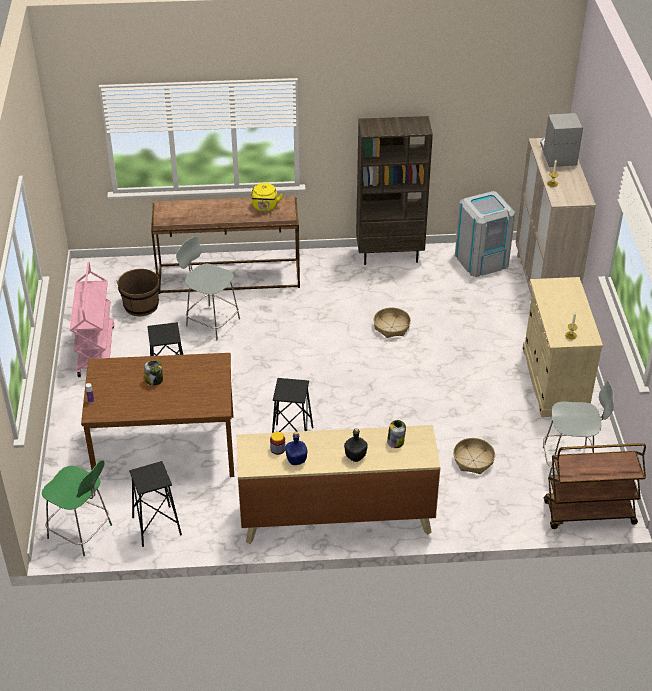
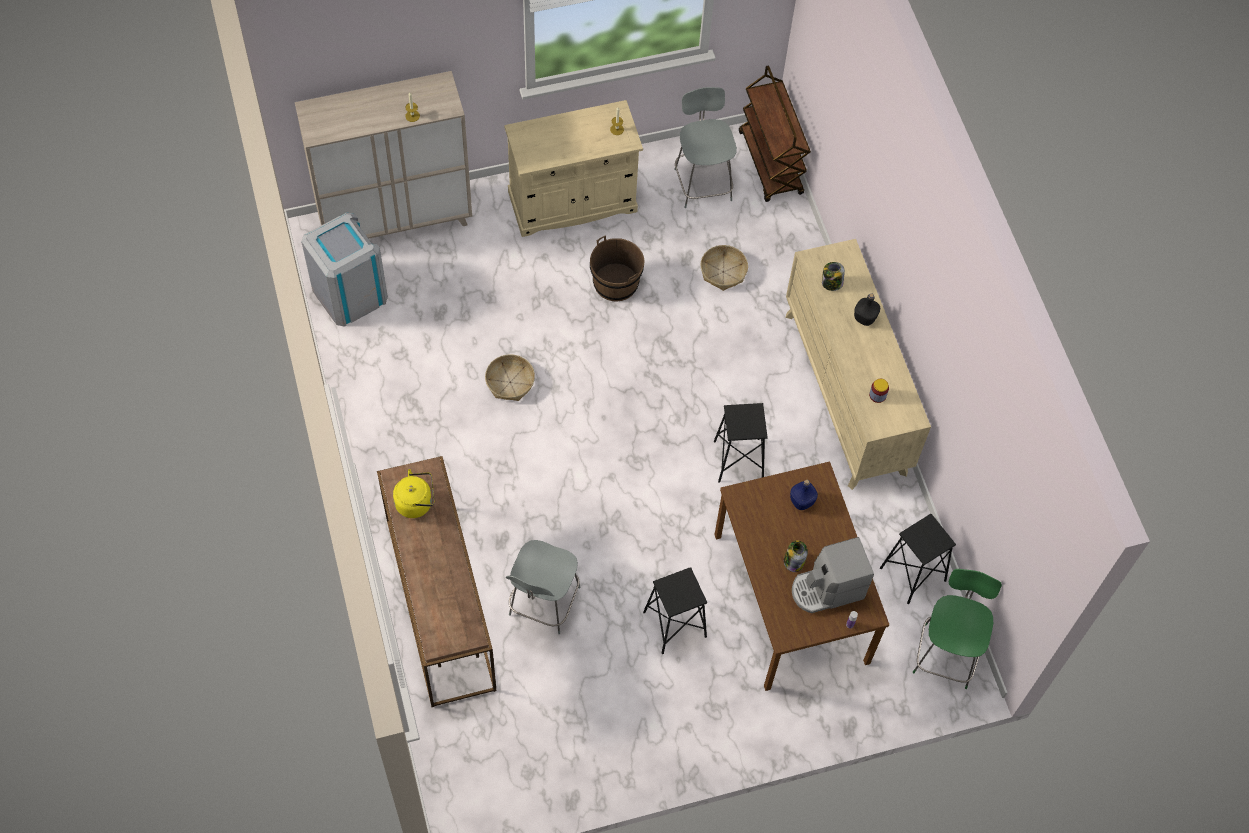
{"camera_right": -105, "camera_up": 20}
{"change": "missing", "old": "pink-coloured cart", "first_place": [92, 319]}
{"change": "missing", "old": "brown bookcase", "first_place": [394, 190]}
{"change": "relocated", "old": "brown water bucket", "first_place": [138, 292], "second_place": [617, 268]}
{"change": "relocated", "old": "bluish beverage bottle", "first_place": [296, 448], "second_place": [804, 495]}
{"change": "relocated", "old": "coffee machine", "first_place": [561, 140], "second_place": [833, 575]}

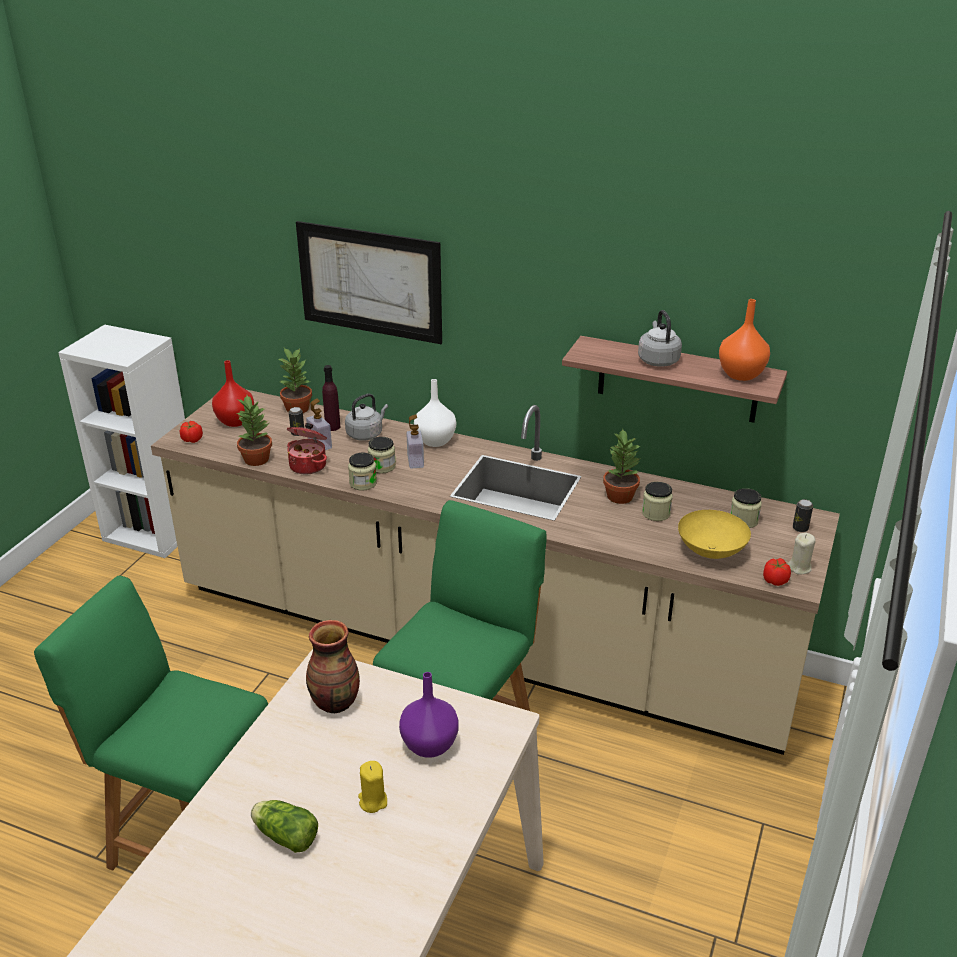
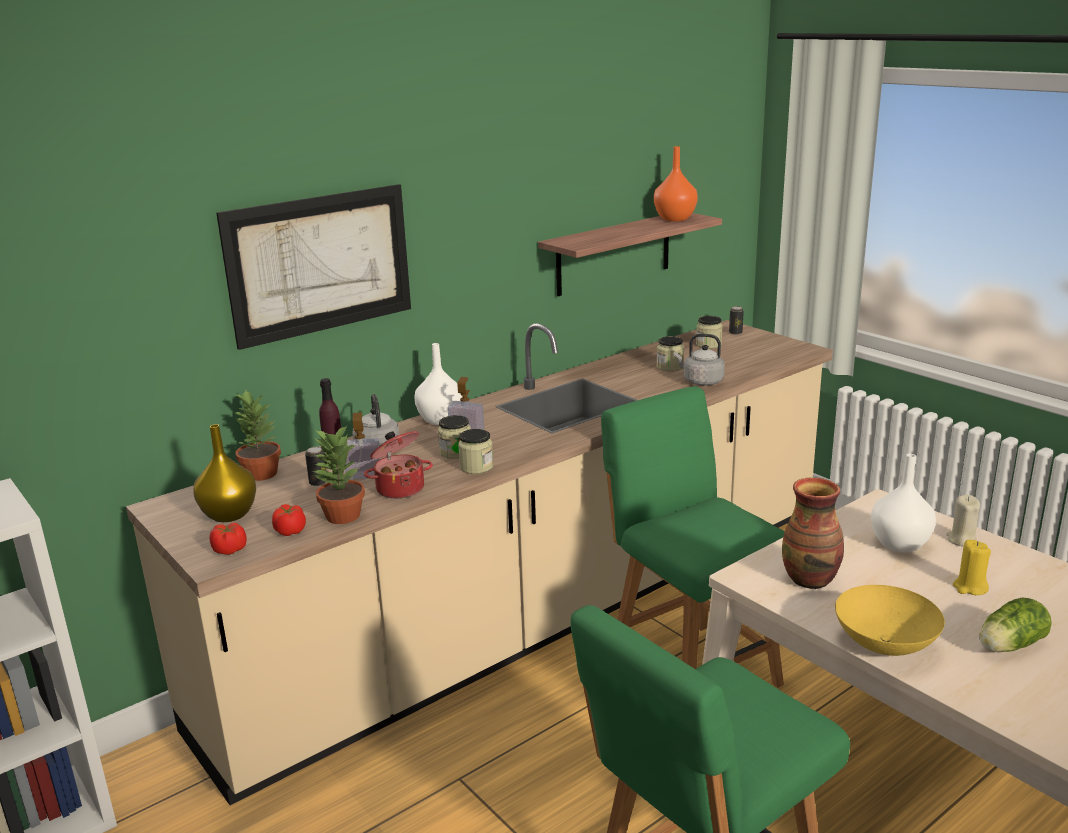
{"camera_right": -60, "camera_up": -10}
{"change": "missing", "old": "houseplant", "first_place": [622, 466]}
{"change": "relocated", "old": "gray kettle", "first_place": [660, 338], "second_place": [699, 360]}
{"change": "relocated", "old": "yellowish bowl", "first_place": [714, 534], "second_place": [890, 620]}
{"change": "relocated", "old": "tomato", "first_place": [777, 572], "second_place": [289, 520]}
{"change": "relocated", "old": "sand-coloured wax light", "first_place": [801, 553], "second_place": [963, 521]}
{"change": "colour", "old": "red flower vase", "new": "yellowish flower vase", "first_place": [233, 393], "second_place": [224, 473]}
{"change": "colour", "old": "purple flower vase", "new": "white-coloured flower vase", "first_place": [429, 715], "second_place": [903, 503]}

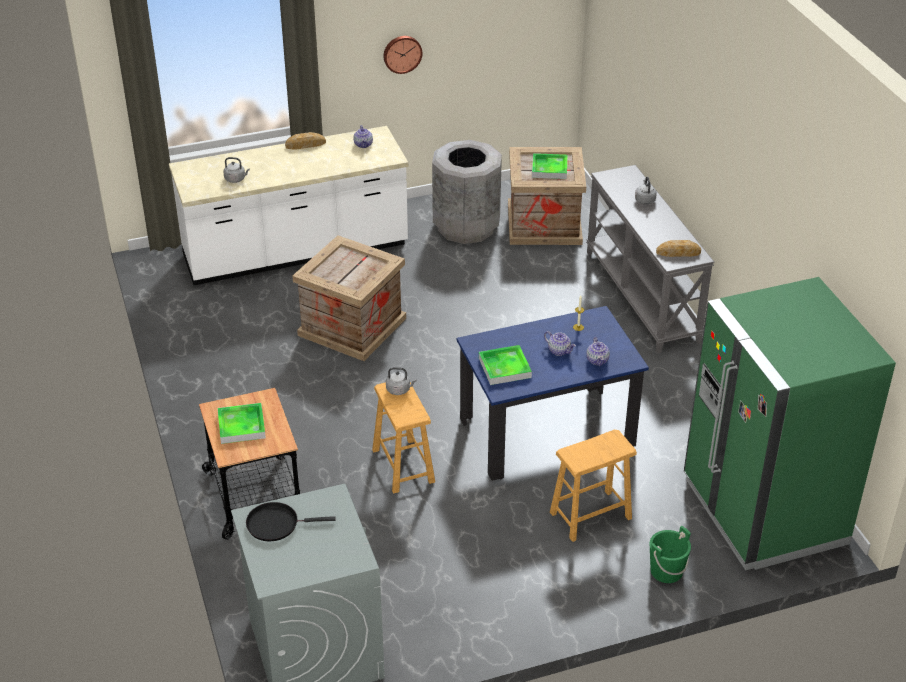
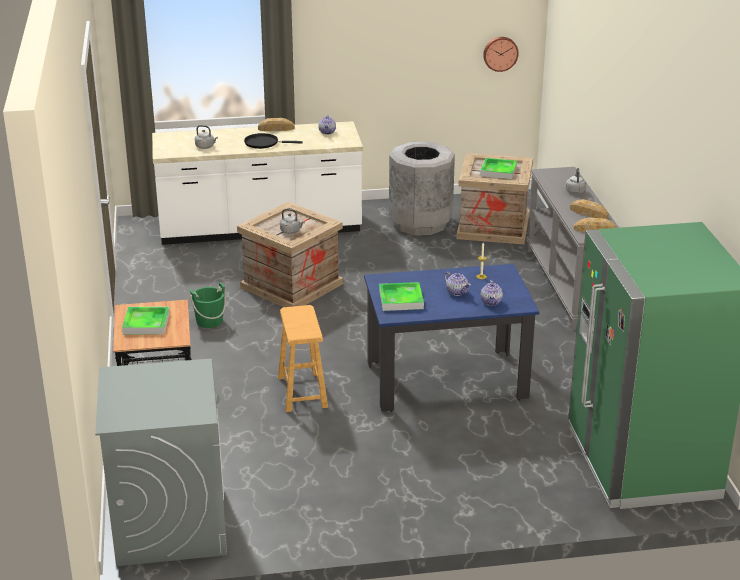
{"camera_right": 10, "camera_up": -10}
{"change": "missing", "old": "brown sitting stool", "first_place": [593, 486]}
{"change": "appeared", "new": "baked bread", "second_place": [589, 209]}
{"change": "relocated", "old": "black frying pan", "first_place": [291, 521], "second_place": [273, 141]}
{"change": "relocated", "old": "hanging clock", "first_place": [402, 55], "second_place": [501, 54]}
{"change": "relocated", "old": "gray kettle", "first_place": [401, 381], "second_place": [292, 221]}
{"change": "relocated", "old": "greenish water bucket", "first_place": [670, 554], "second_place": [208, 305]}

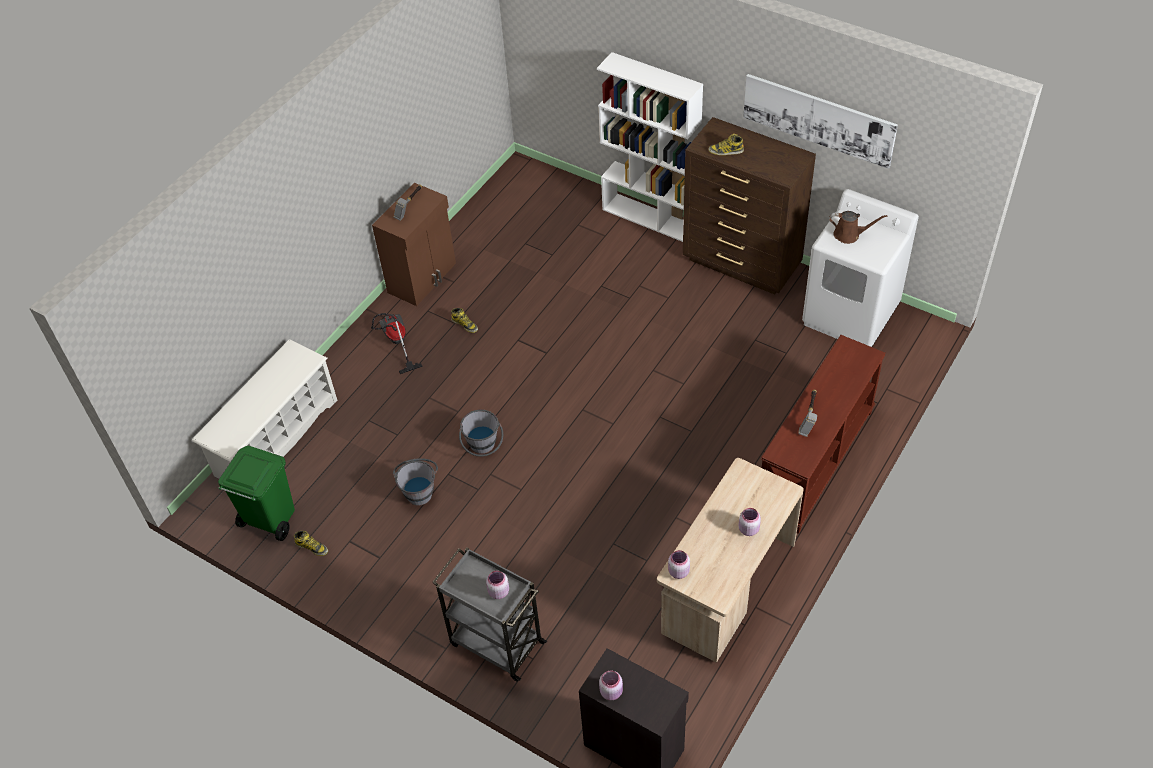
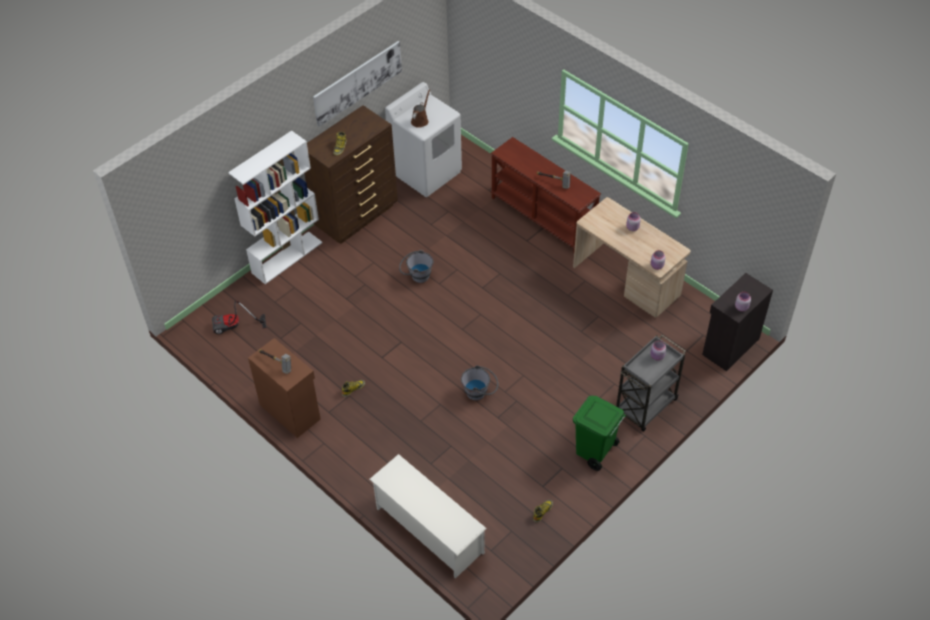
{"camera_right": -80, "camera_up": 0}
{"change": "relocated", "old": "greenish rubbish bin", "first_place": [256, 493], "second_place": [599, 433]}
{"change": "relocated", "old": "vacuum", "first_place": [397, 343], "second_place": [239, 317]}
{"change": "relocated", "old": "gray water bucket", "first_place": [415, 482], "second_place": [416, 266]}

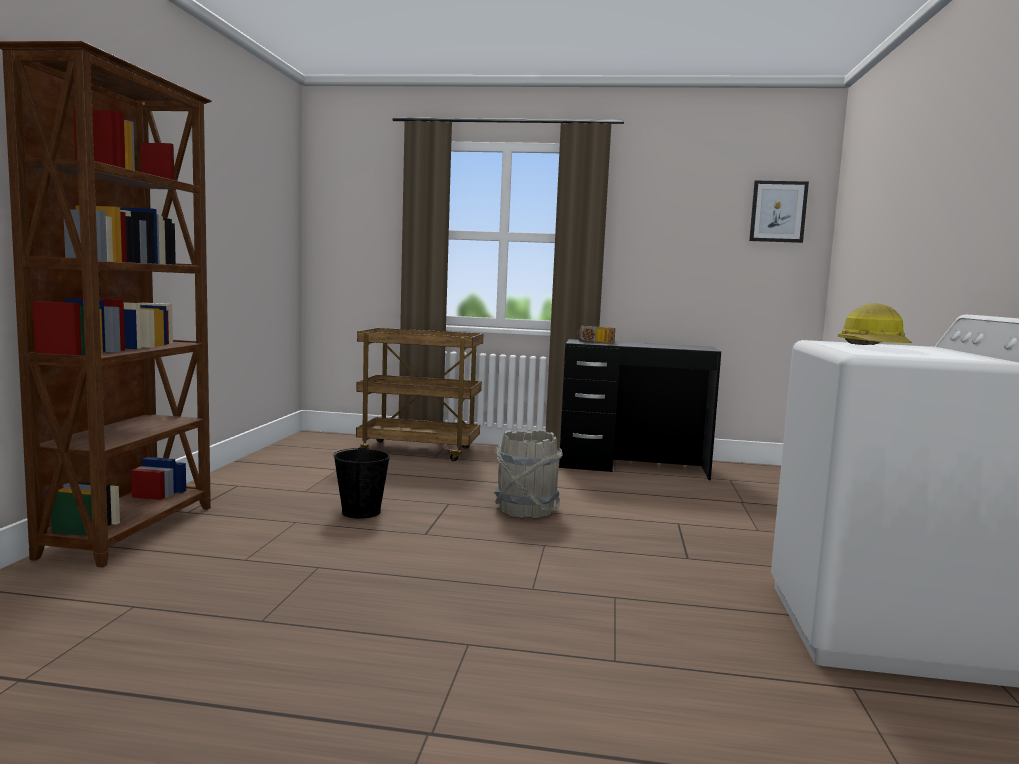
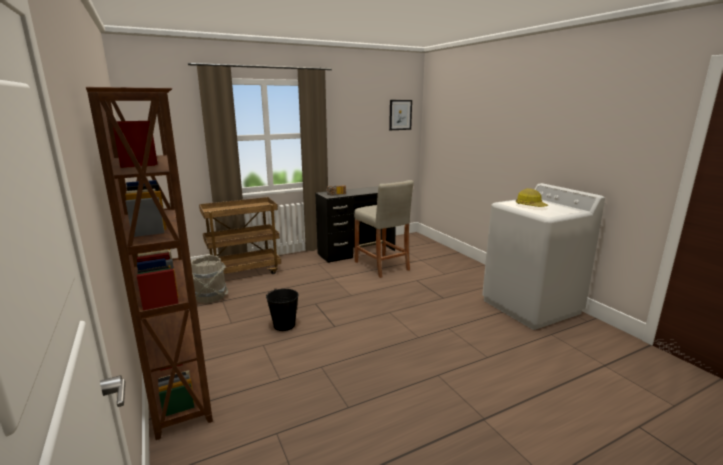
{"camera_right": -35, "camera_up": 10}
{"change": "appeared", "new": "sand-coloured sitting stool", "second_place": [384, 229]}
{"change": "relocated", "old": "gray water bucket", "first_place": [528, 474], "second_place": [209, 279]}

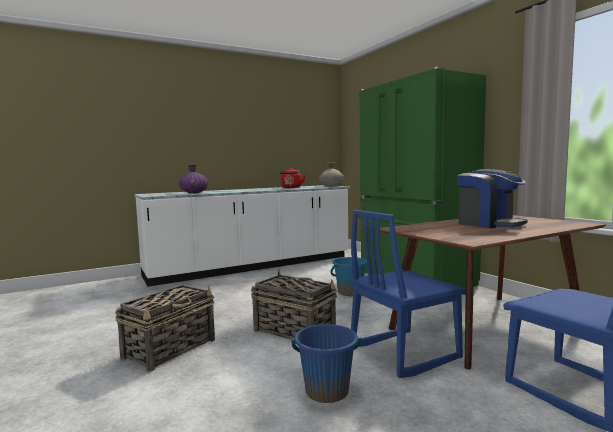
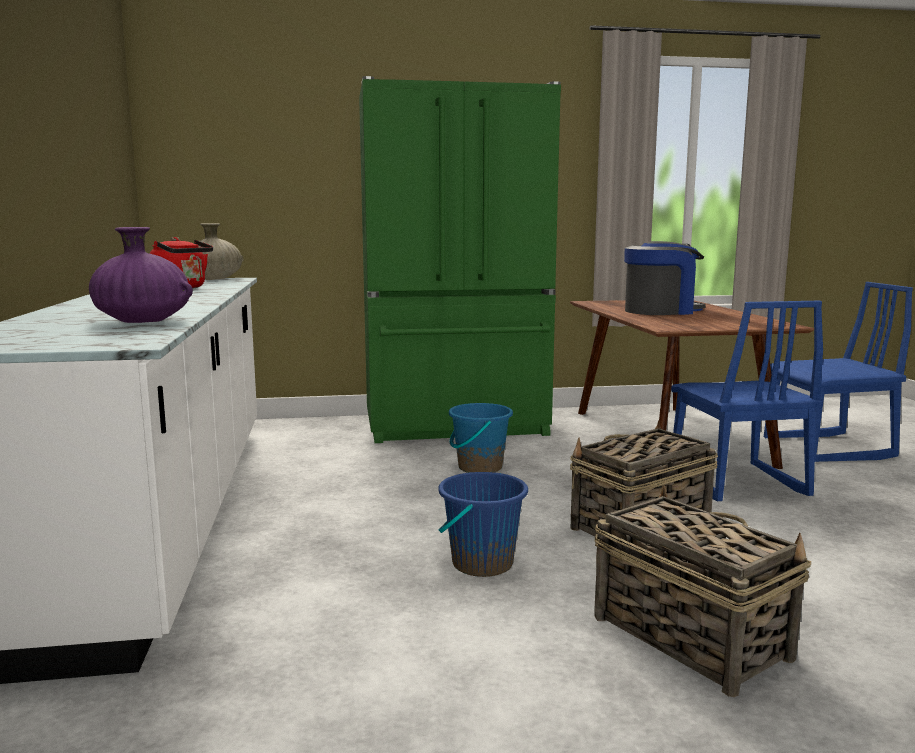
{"camera_right": -70, "camera_up": 5}
{"change": "relocated", "old": "bluish water bucket", "first_place": [326, 363], "second_place": [483, 524]}

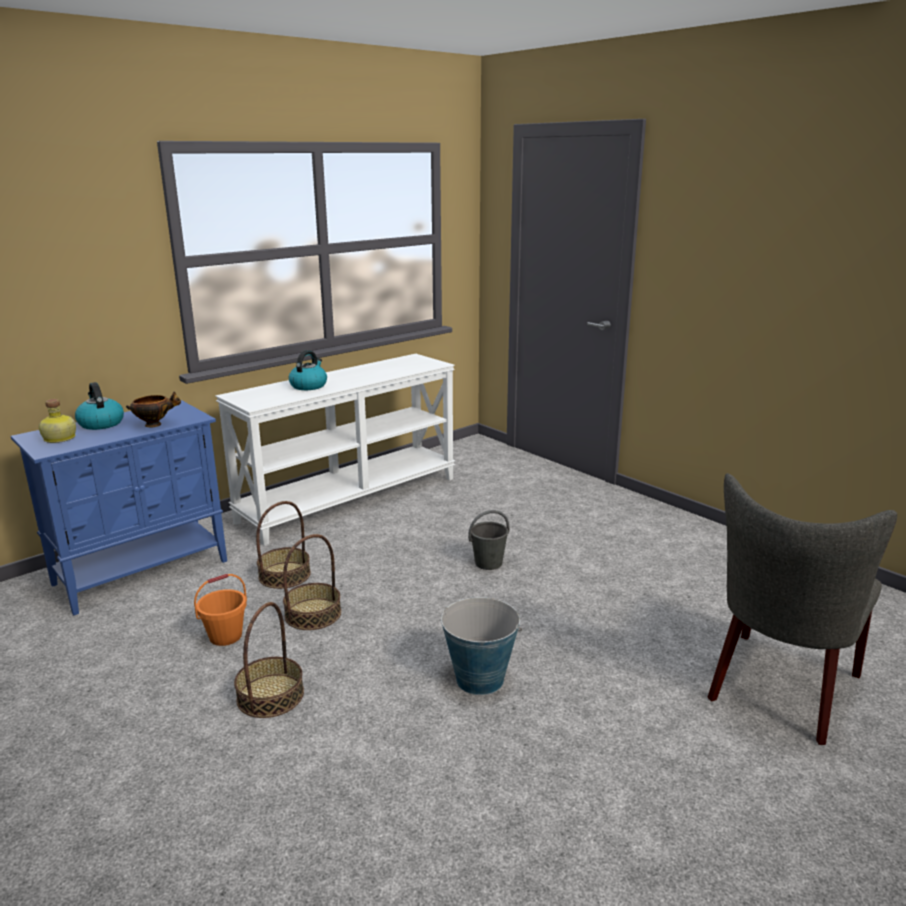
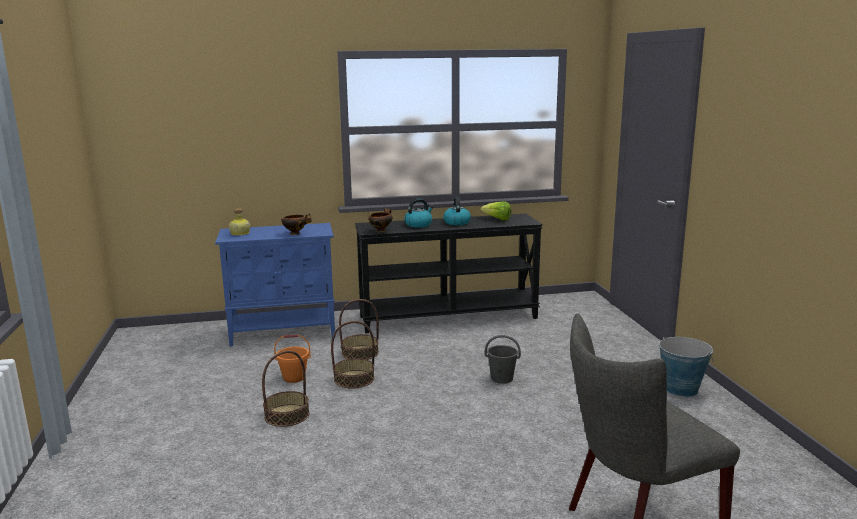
{"camera_right": 30, "camera_up": -5}
{"change": "appeared", "new": "bowl", "second_place": [380, 220]}
{"change": "appeared", "new": "head of lettuce", "second_place": [495, 211]}
{"change": "relocated", "old": "kettle", "first_place": [99, 406], "second_place": [457, 211]}
{"change": "relocated", "old": "water bucket", "first_place": [481, 646], "second_place": [686, 367]}
{"change": "colour", "old": "white-coloured hall table", "new": "black hall table", "first_place": [335, 450], "second_place": [449, 274]}

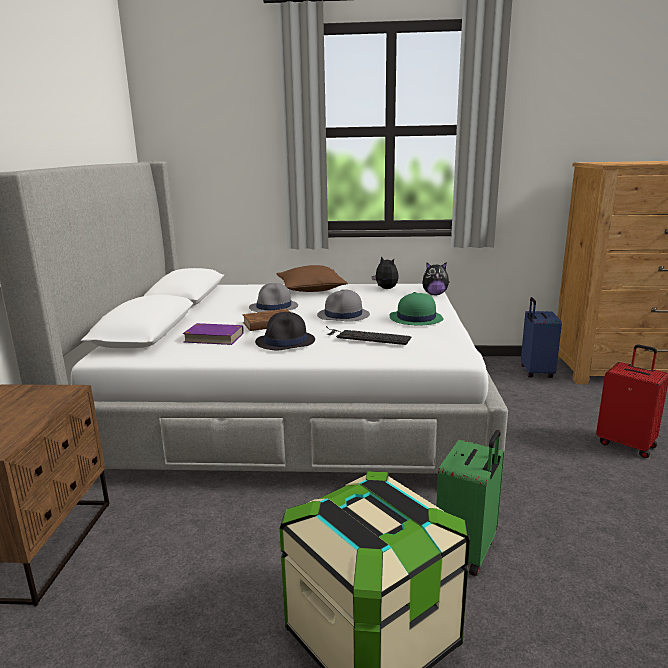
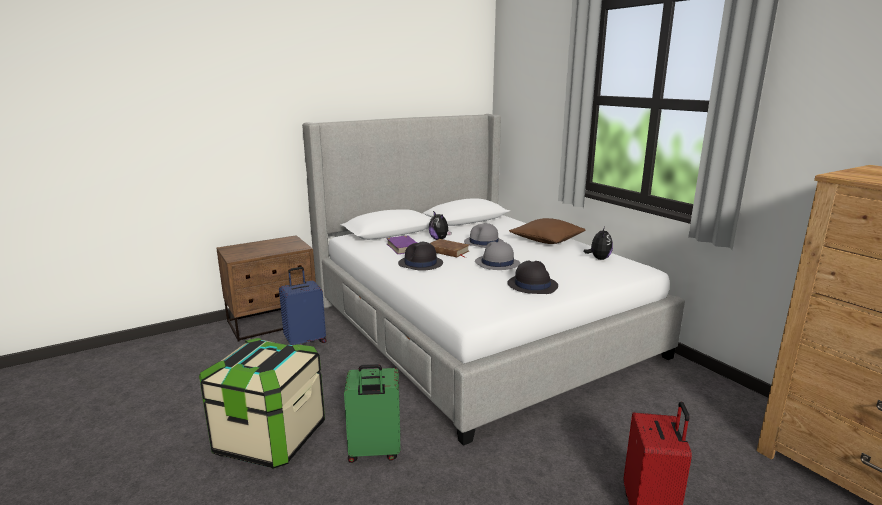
{"camera_right": 55, "camera_up": 0}
{"change": "missing", "old": "computer keyboard", "first_place": [368, 335]}
{"change": "relocated", "old": "cuddly toy", "first_place": [436, 278], "second_place": [440, 225]}
{"change": "relocated", "old": "bluish piece of luggage", "first_place": [541, 337], "second_place": [302, 306]}
{"change": "colour", "old": "greenish clothing hat", "new": "black clothing hat", "first_place": [416, 308], "second_place": [533, 277]}

